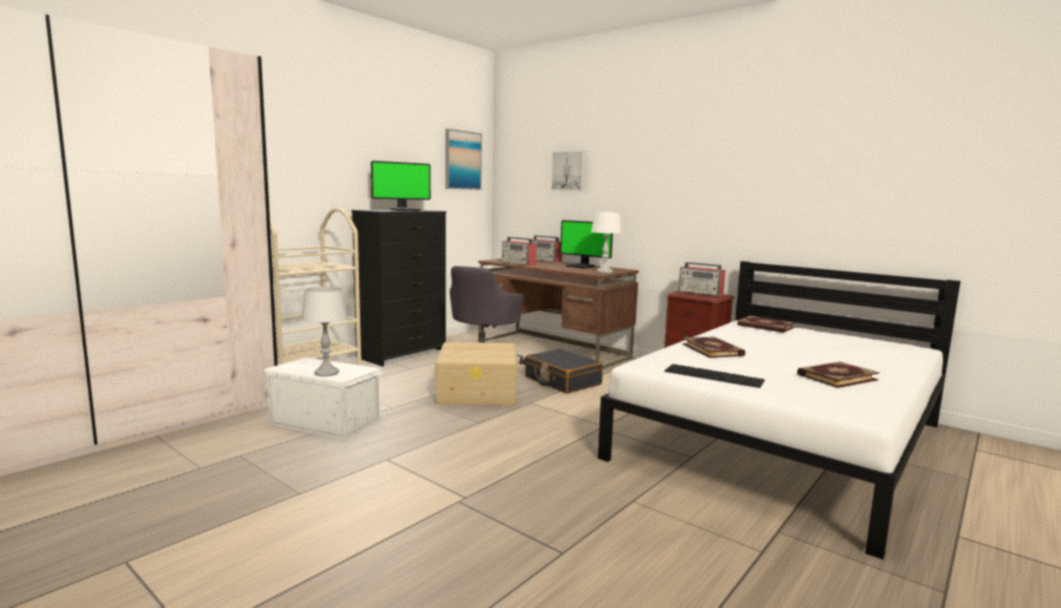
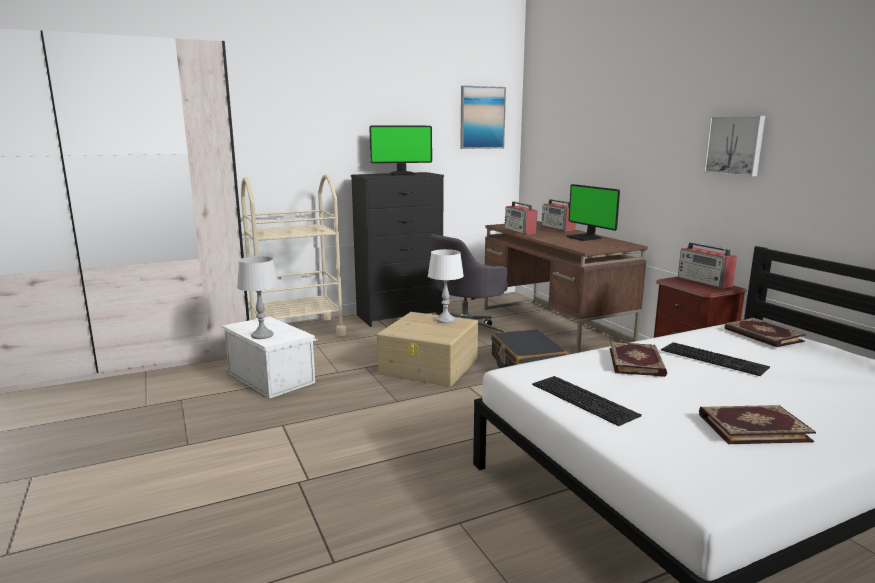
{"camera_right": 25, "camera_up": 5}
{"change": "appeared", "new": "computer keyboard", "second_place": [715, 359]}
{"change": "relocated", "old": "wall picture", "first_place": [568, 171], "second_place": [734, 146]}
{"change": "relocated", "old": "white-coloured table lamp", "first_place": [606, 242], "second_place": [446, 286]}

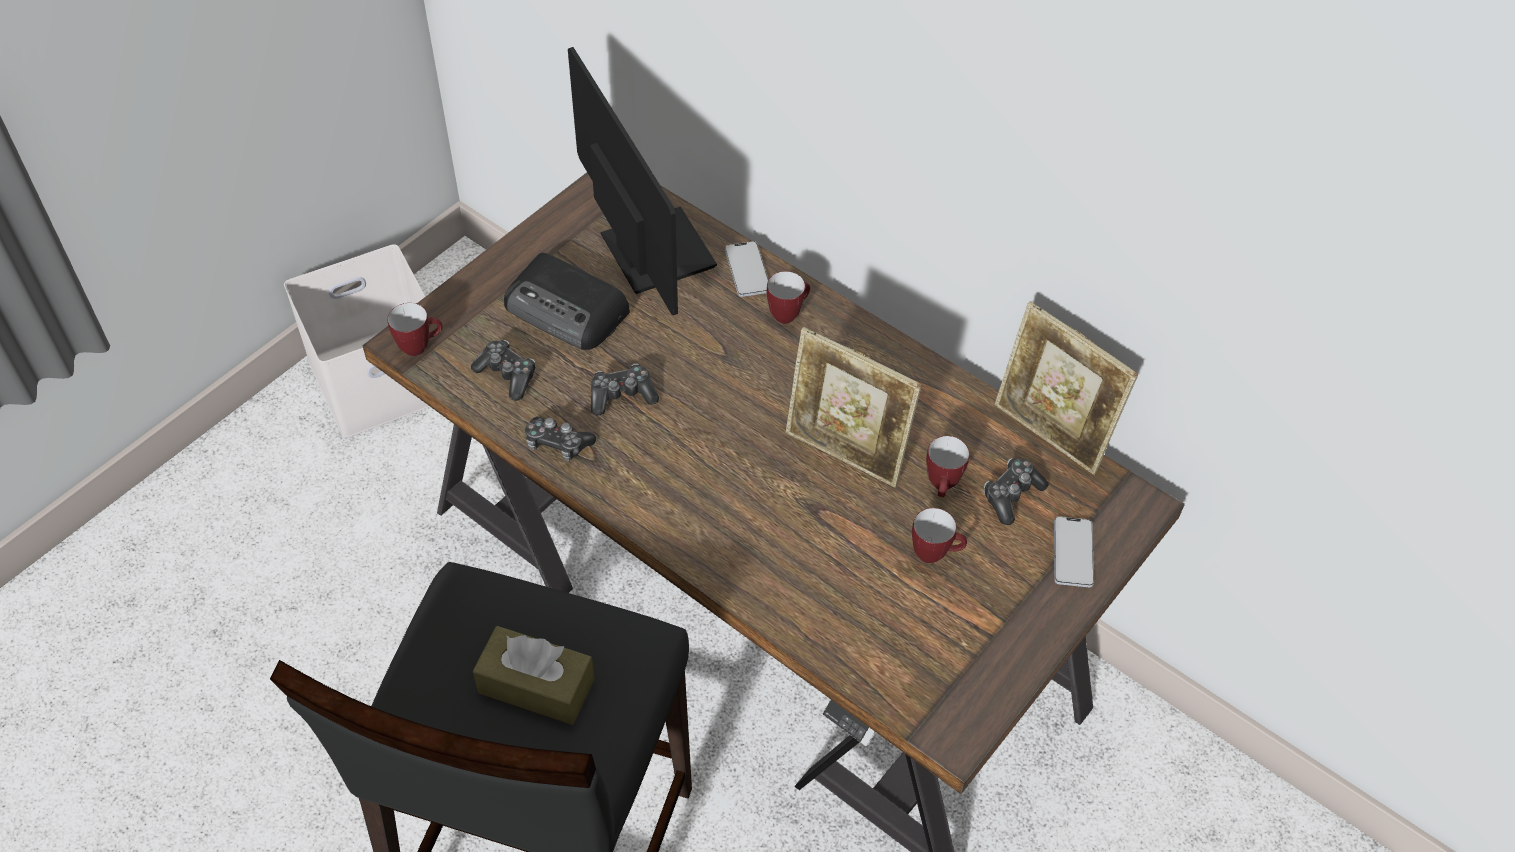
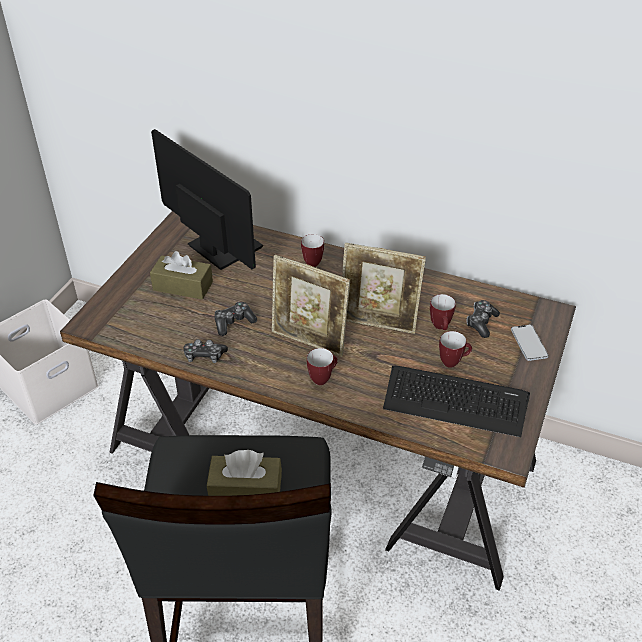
{"camera_right": -15, "camera_up": -10}
{"change": "missing", "old": "joypad", "first_place": [503, 370]}
{"change": "missing", "old": "phone", "first_place": [746, 269]}
{"change": "appeared", "new": "computer keyboard", "second_place": [456, 401]}
{"change": "relocated", "old": "tea mug", "first_place": [414, 329], "second_place": [322, 366]}
{"change": "relocated", "old": "standing frame", "first_place": [1066, 388], "second_place": [311, 306]}
{"change": "exchanged", "old": "radio", "new": "brown tissue box", "first_place": [567, 301], "second_place": [181, 275]}

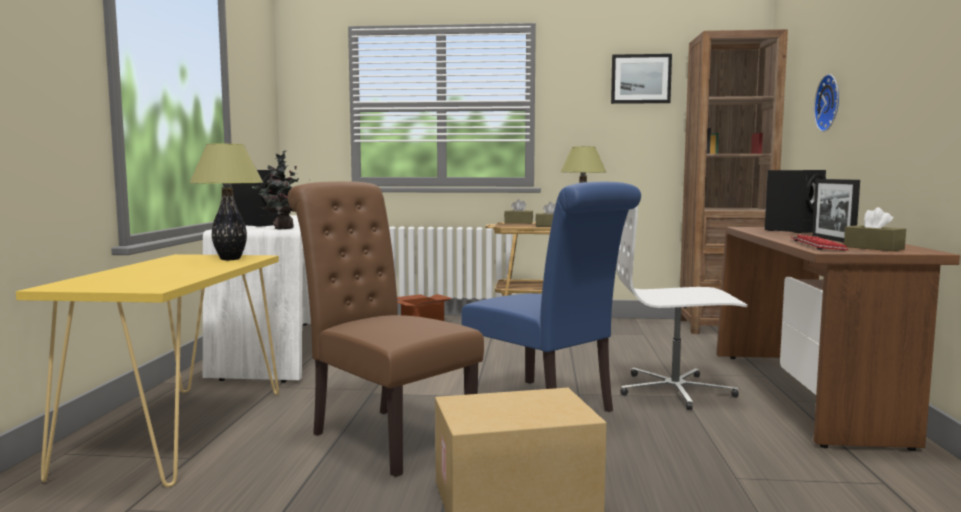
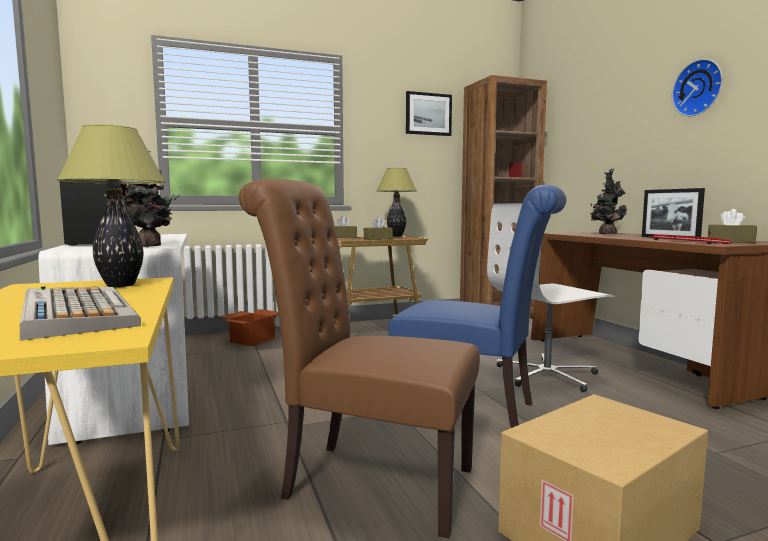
{"camera_right": -25, "camera_up": 0}
{"change": "appeared", "new": "computer keyboard", "second_place": [80, 314]}
{"change": "relocated", "old": "hanging clock", "first_place": [826, 103], "second_place": [697, 87]}
{"change": "exchanged", "old": "black audio speaker", "new": "houseplant", "first_place": [795, 201], "second_place": [608, 201]}

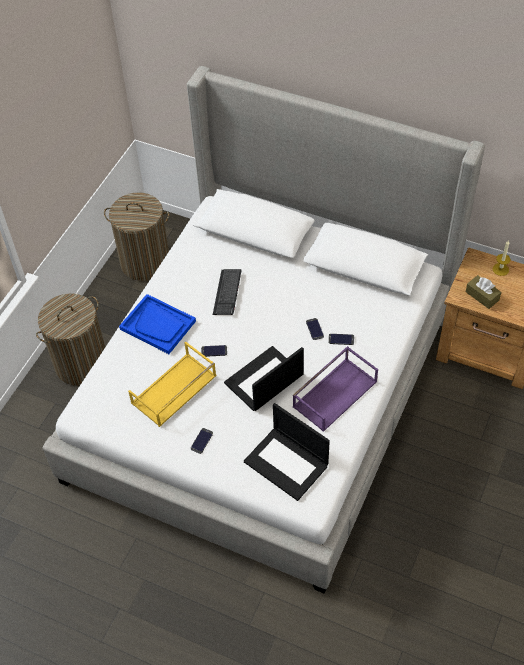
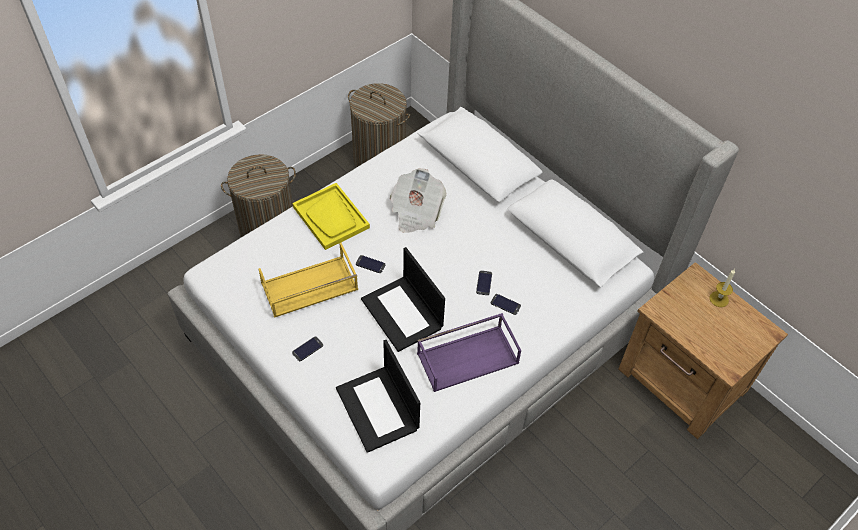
{"camera_right": 20, "camera_up": 0}
{"change": "missing", "old": "brown tissue box", "first_place": [483, 292]}
{"change": "exchanged", "old": "computer keyboard", "new": "daily paper", "first_place": [227, 292], "second_place": [418, 200]}
{"change": "colour", "old": "bluish tray", "new": "yellowish tray", "first_place": [157, 324], "second_place": [331, 216]}
{"change": "spun", "old": "portable computer", "first_place": [264, 378], "second_place": [403, 299], "degrees": -105}

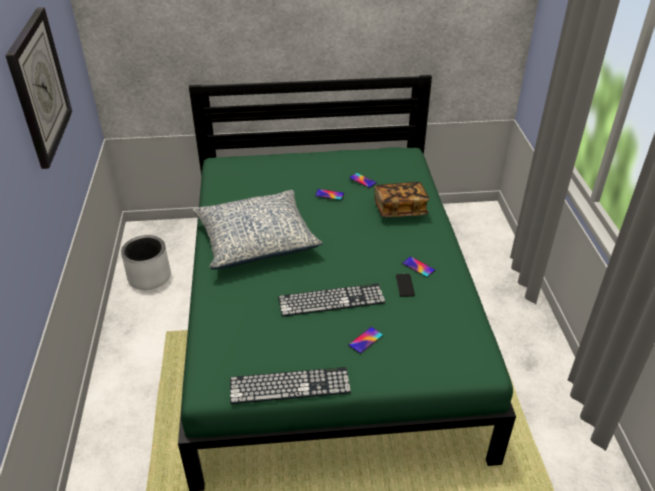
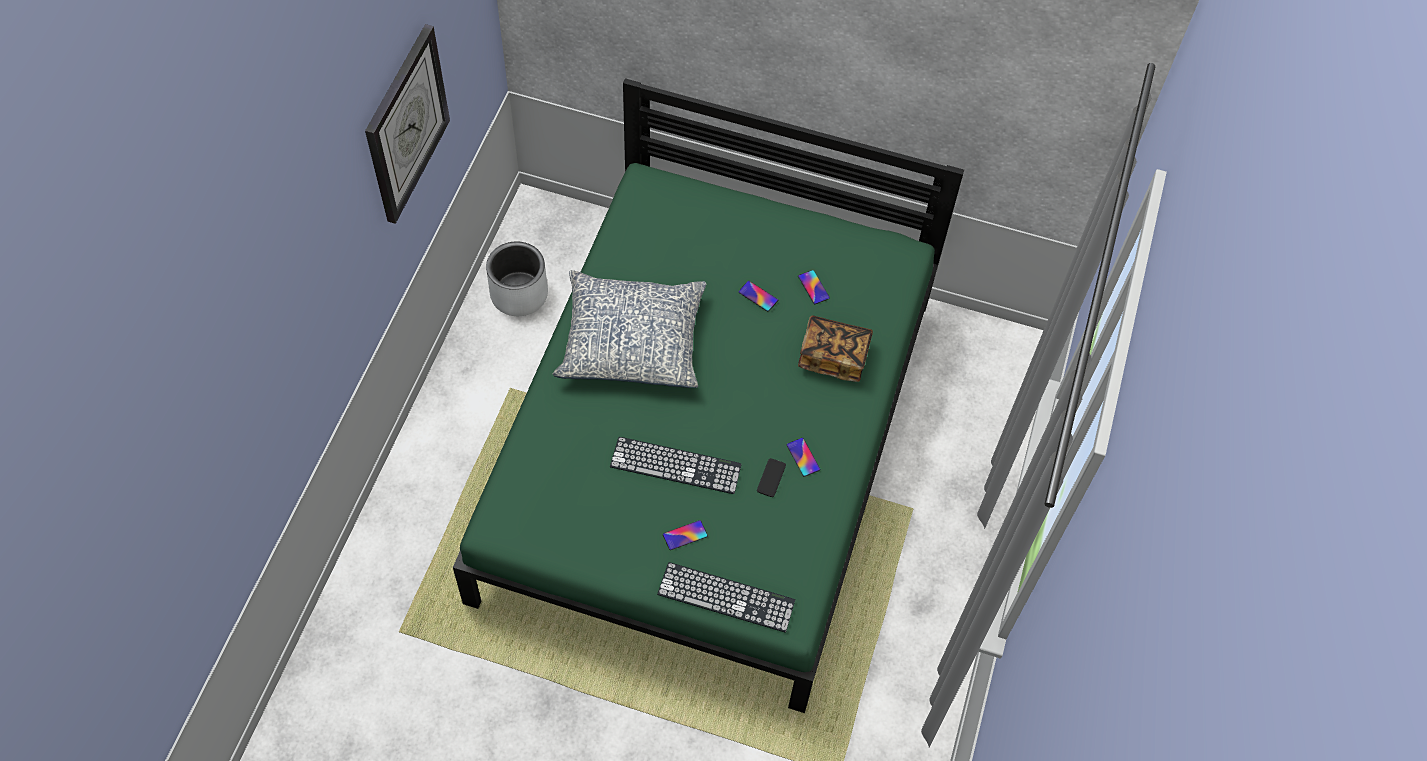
{"camera_right": 20, "camera_up": 20}
{"change": "relocated", "old": "computer keyboard", "first_place": [290, 385], "second_place": [726, 597]}

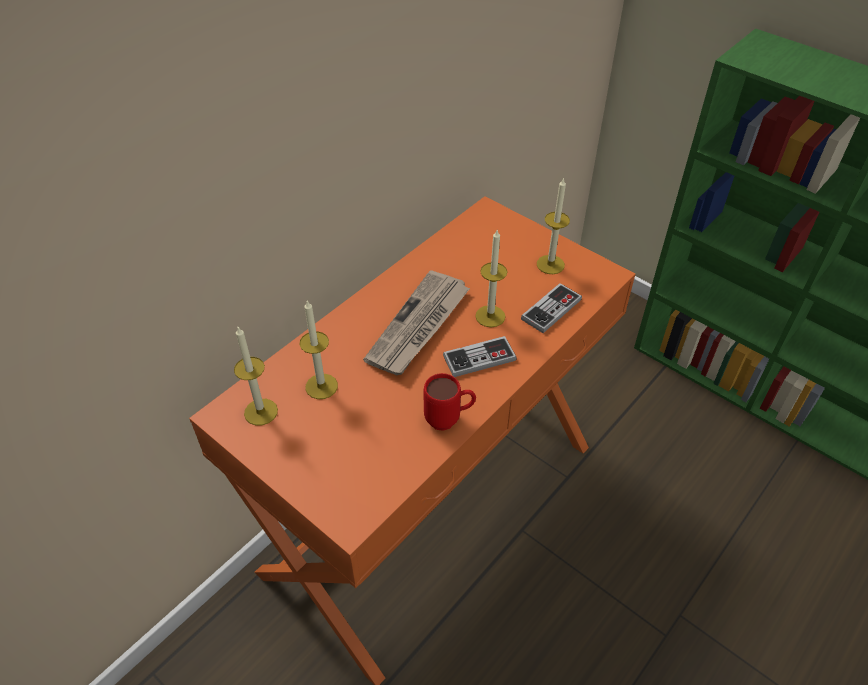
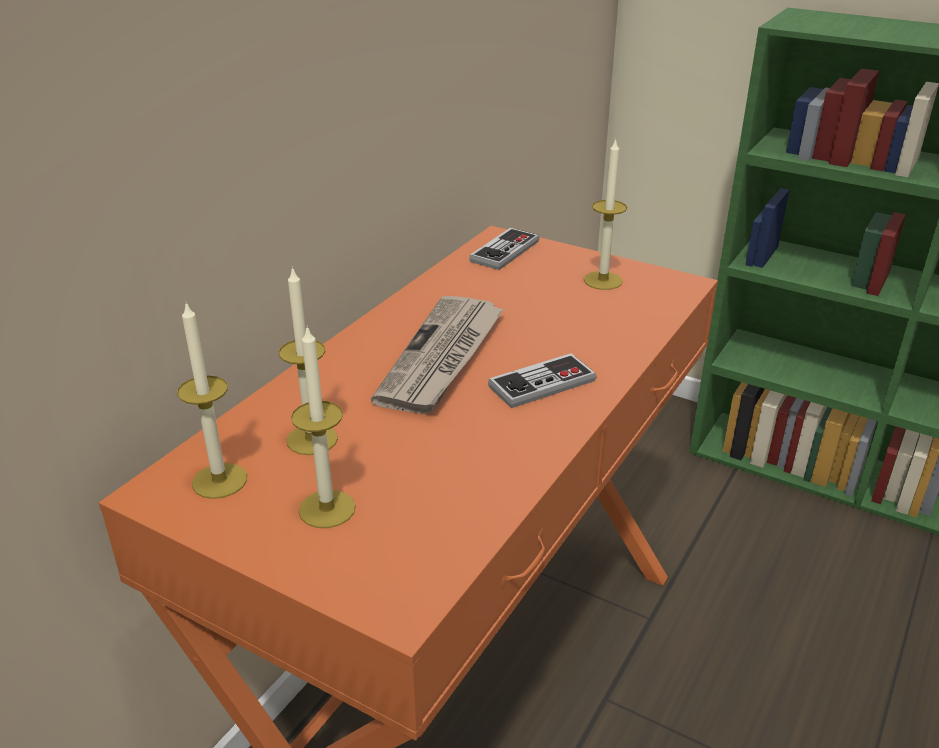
{"camera_right": -10, "camera_up": -15}
{"change": "missing", "old": "red tea mug", "first_place": [450, 402]}
{"change": "relocated", "old": "wax light", "first_place": [491, 278], "second_place": [323, 427]}
{"change": "relocated", "old": "joypad", "first_place": [551, 308], "second_place": [504, 249]}

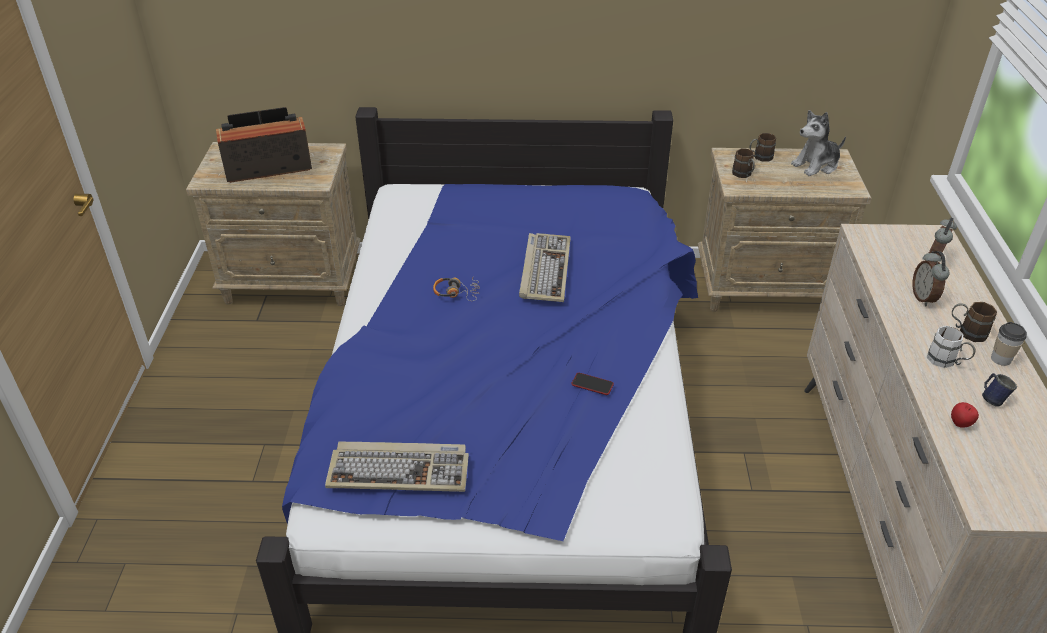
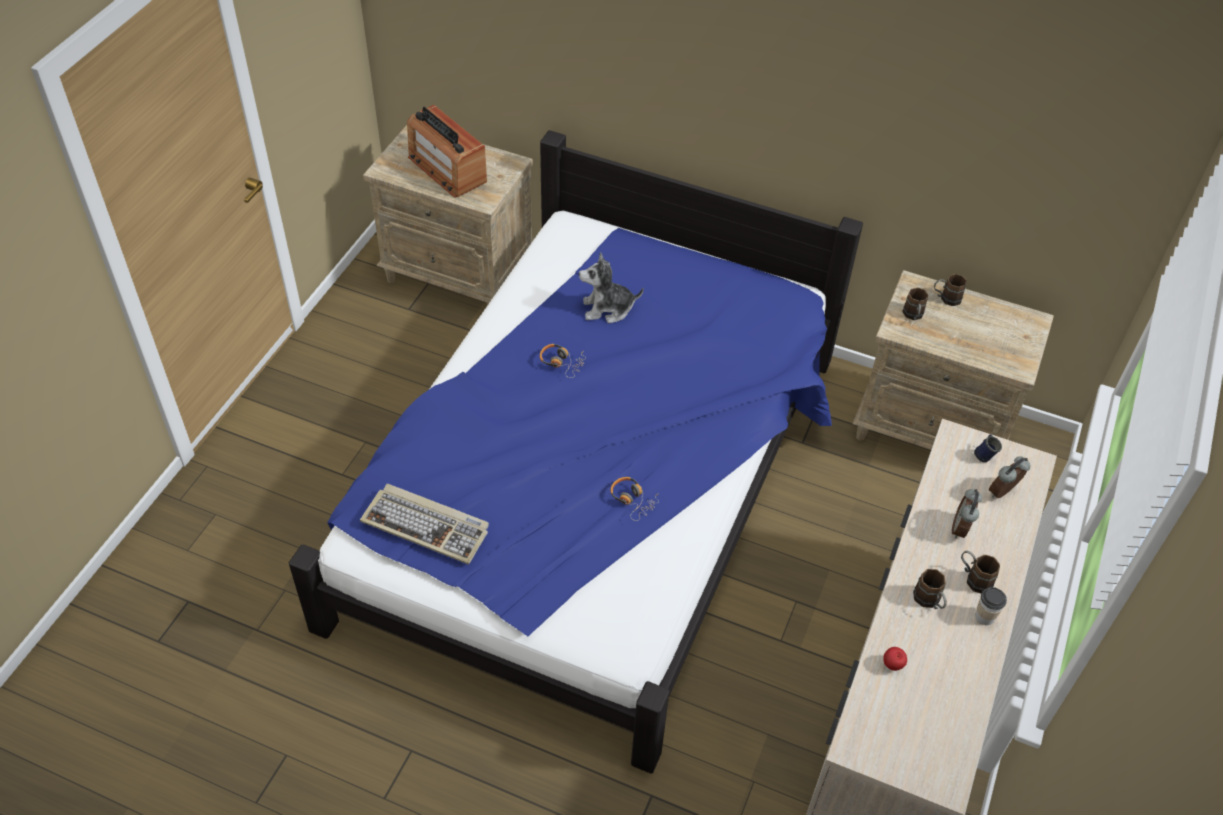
{"camera_right": 20, "camera_up": 10}
{"change": "missing", "old": "computer keyboard", "first_place": [545, 267]}
{"change": "relocated", "old": "cuddly toy", "first_place": [818, 143], "second_place": [611, 287]}
{"change": "relocated", "old": "bluish tea mug", "first_place": [999, 390], "second_place": [988, 448]}
{"change": "exchanged", "old": "phone", "new": "headset", "first_place": [592, 384], "second_place": [634, 499]}
{"change": "colour", "old": "white-coloured tea mug", "new": "brown tea mug", "first_place": [951, 347], "second_place": [930, 589]}
{"change": "spun", "old": "radio", "first_place": [264, 145], "second_place": [447, 151], "degrees": -135}

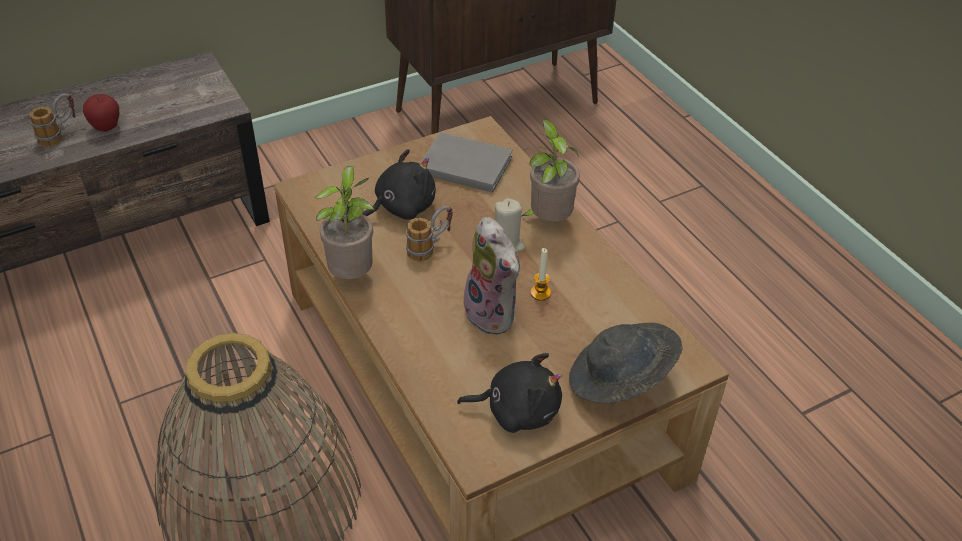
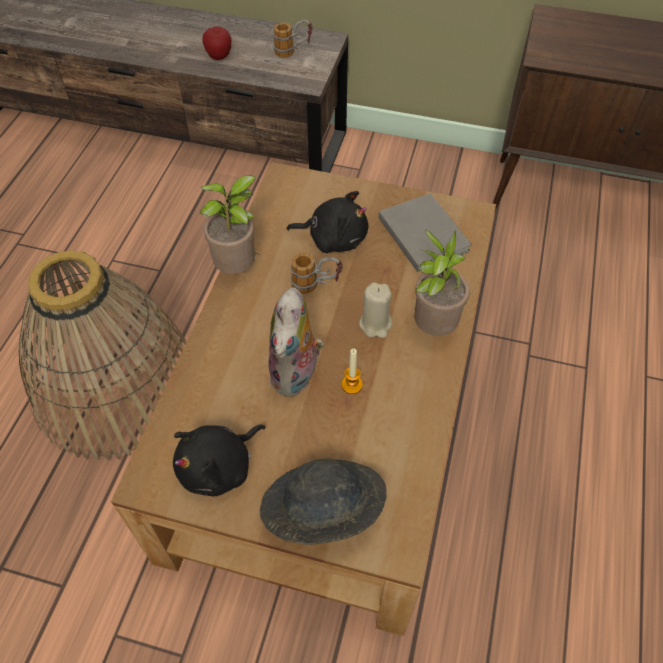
{"camera_right": 45, "camera_up": 10}
{"change": "relocated", "old": "tea mug", "first_place": [52, 120], "second_place": [292, 39]}
{"change": "spun", "old": "black cuddly toy", "first_place": [509, 393], "second_place": [219, 460], "degrees": 90}

